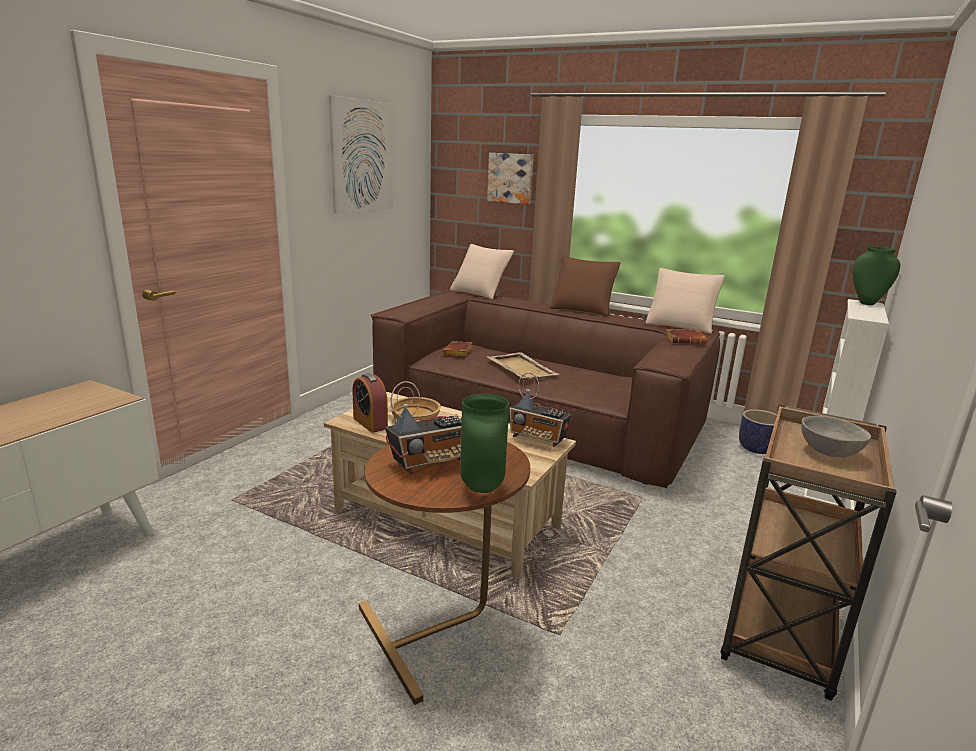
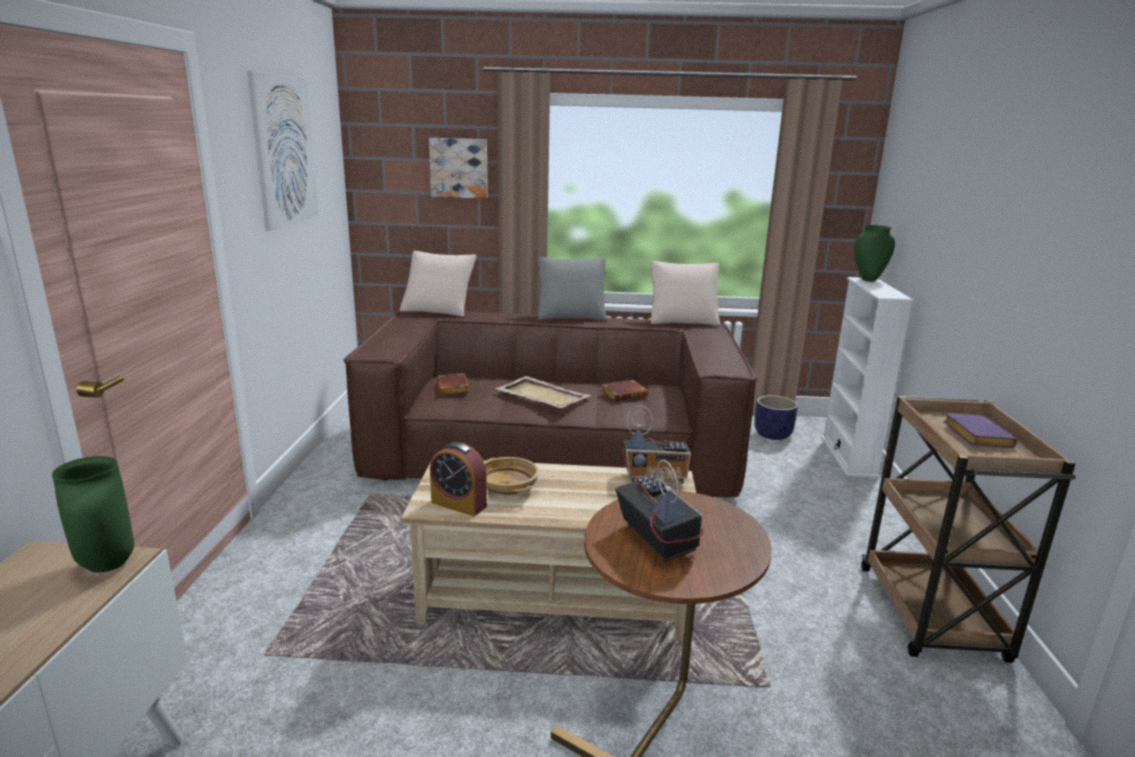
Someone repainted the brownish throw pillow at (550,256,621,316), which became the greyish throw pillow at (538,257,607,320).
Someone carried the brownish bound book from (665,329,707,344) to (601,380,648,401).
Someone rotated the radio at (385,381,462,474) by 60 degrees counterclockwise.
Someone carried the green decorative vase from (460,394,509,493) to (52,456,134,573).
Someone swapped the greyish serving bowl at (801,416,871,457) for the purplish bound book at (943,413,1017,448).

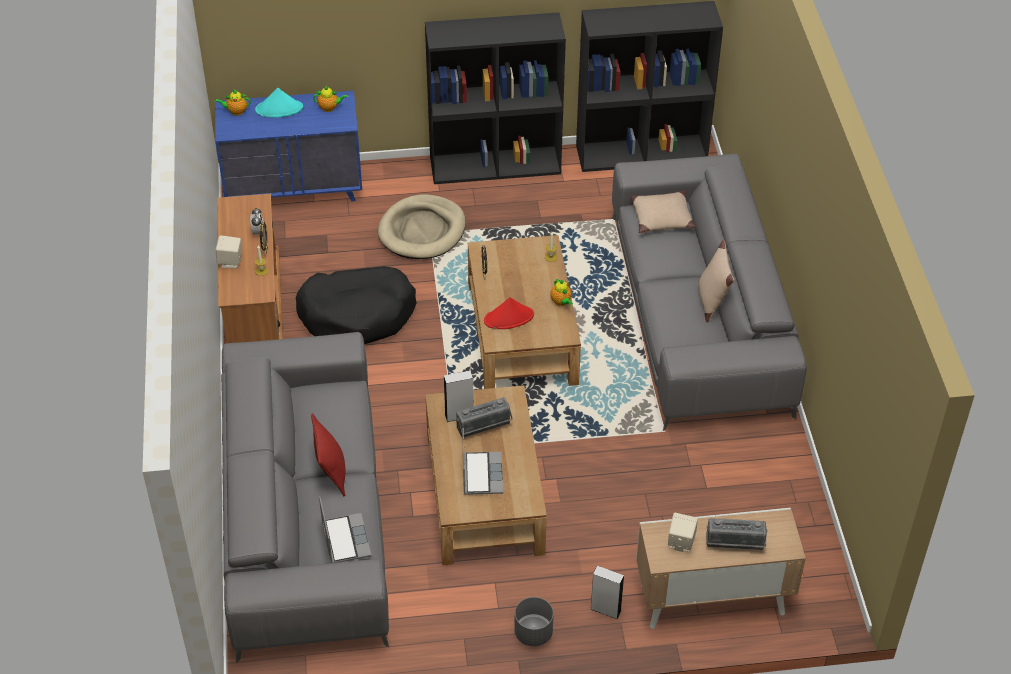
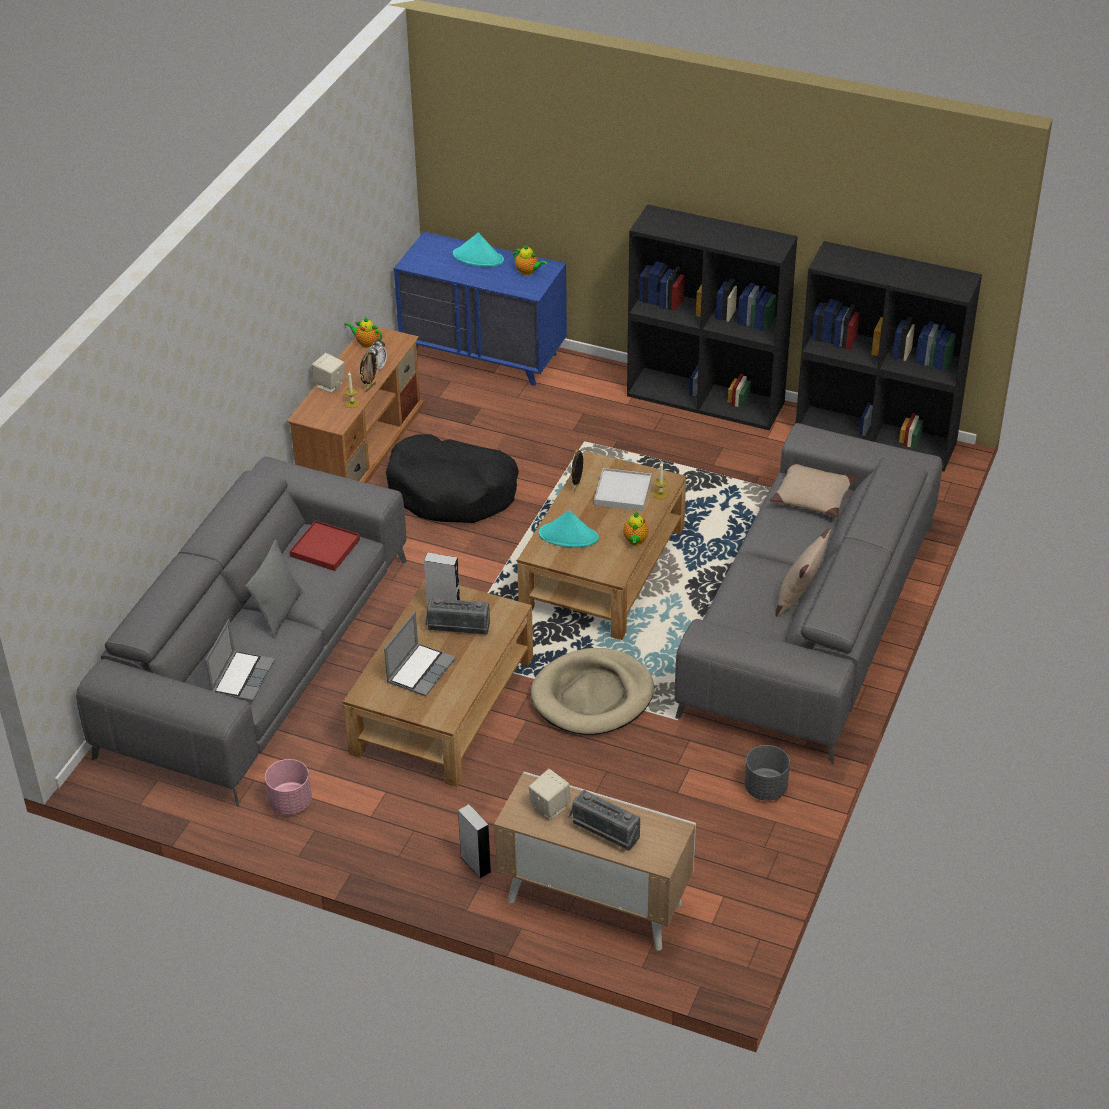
Someone carried the tea pot from (215,89,251,116) to (345,317,382,348).
Someone carried the beige dog cushion from (378,194,466,259) to (531,648,654,735).
Someone repainted the reddish hat at (484,297,534,329), which became the blue-green hat at (539,510,599,548).
Someone repainted the reddish throw pillow at (311,413,345,496), which became the greyish throw pillow at (245,540,303,639).
Someone carried the greyish planter from (514,597,554,647) to (744,745,790,801).
Someone put down the white carrying tray at (594,468,652,511).
Someone put down the reddish carrying tray at (290,520,360,571).
Someone put down the pink-coloured planter at (265,759,312,815).

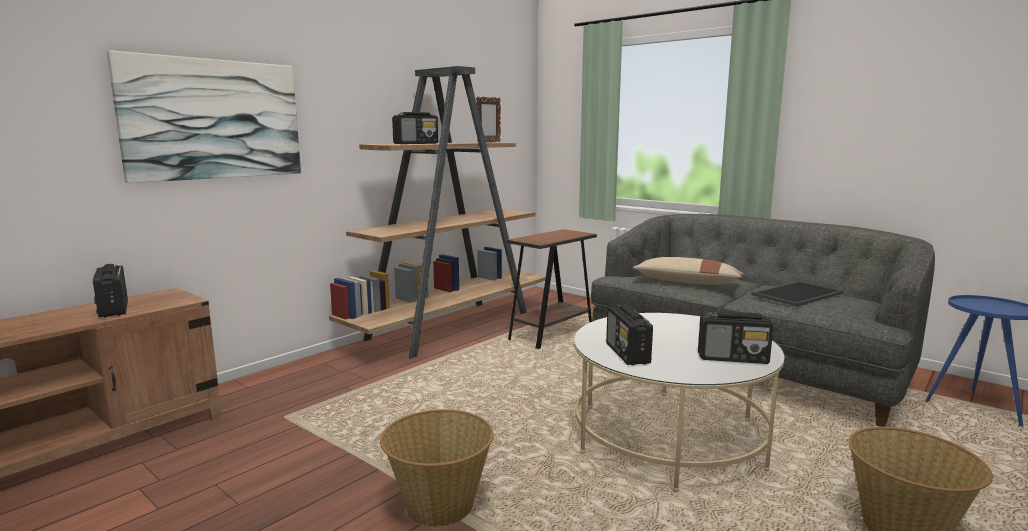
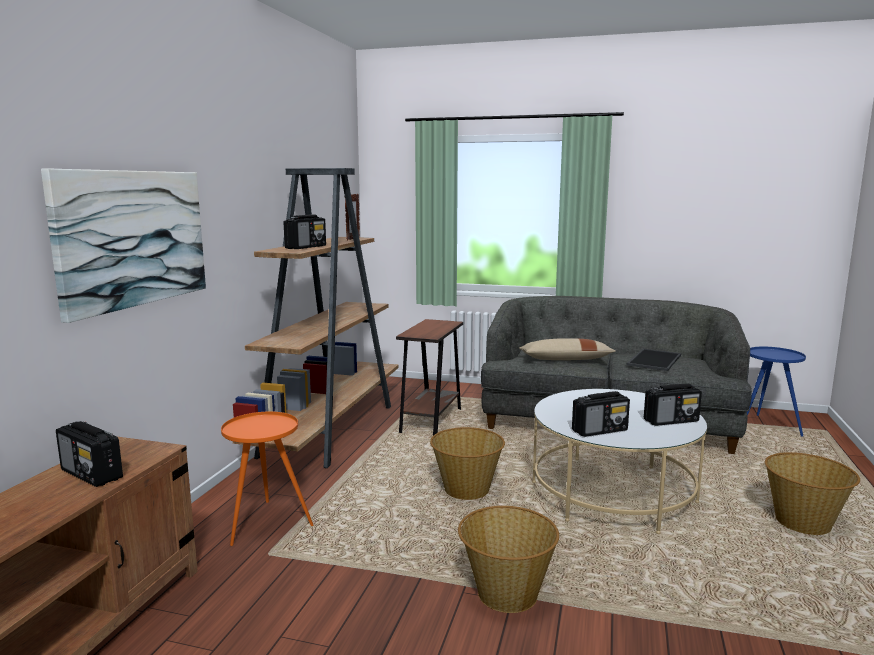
Someone rotated the radio at (606,304,653,365) by 75 degrees counterclockwise.
Someone put down the orange side table at (221,412,313,546).
Someone put down the household basket at (430,427,505,500).

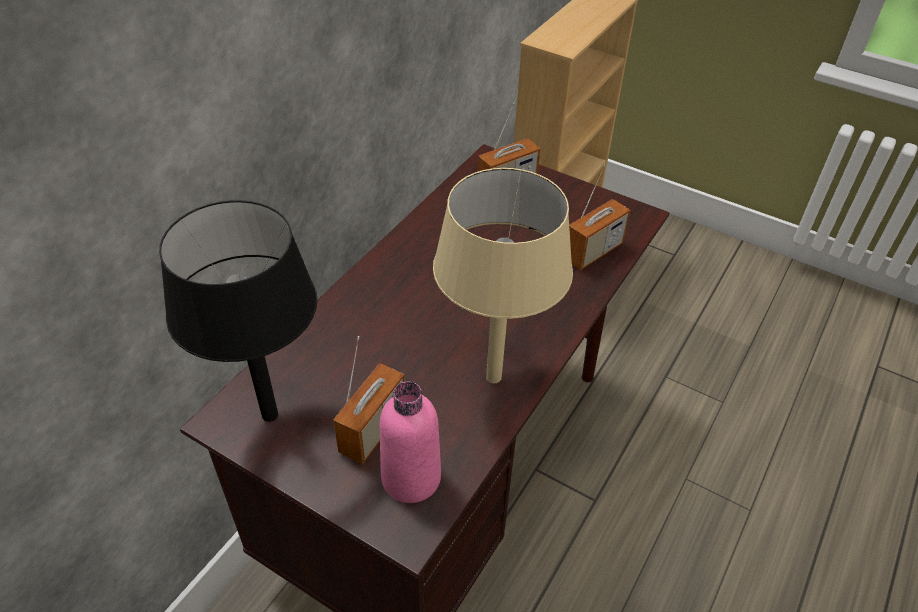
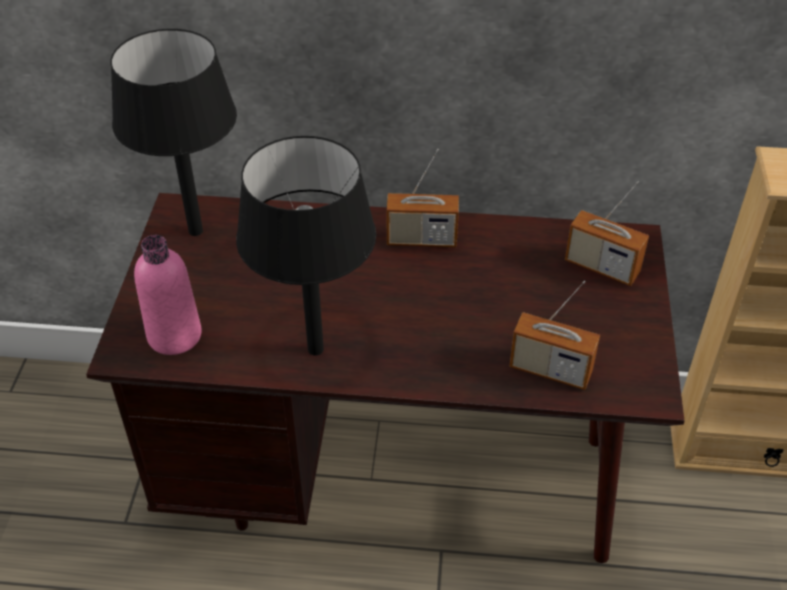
Someone repainted the beige lamp for a table at (433,168,573,383), which became the black-coloured lamp for a table at (236,136,376,356).
Someone carried the radio from (333,336,405,464) to (387,149,459,247).

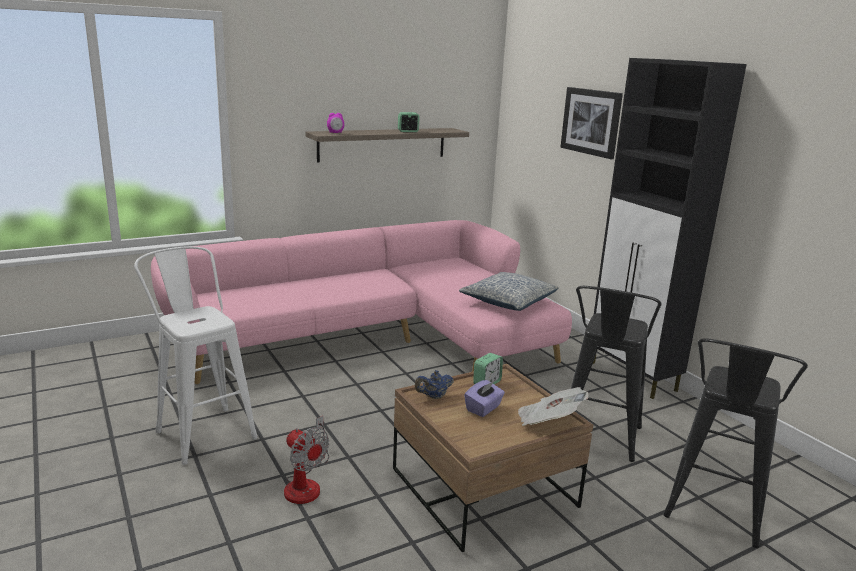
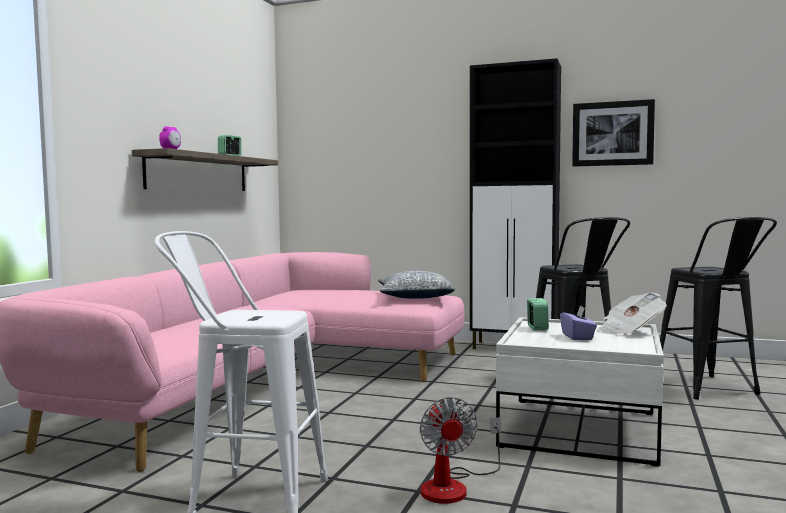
Someone carried the wall art from (560,87,623,159) to (572,99,655,167).
Someone repainted the brownish low table at (393,364,593,552), which became the white low table at (496,317,664,467).
Someone took away the blue tea pot at (415,370,454,399).
Someone rotated the cooling fan at (284,416,329,504) by 75 degrees clockwise.

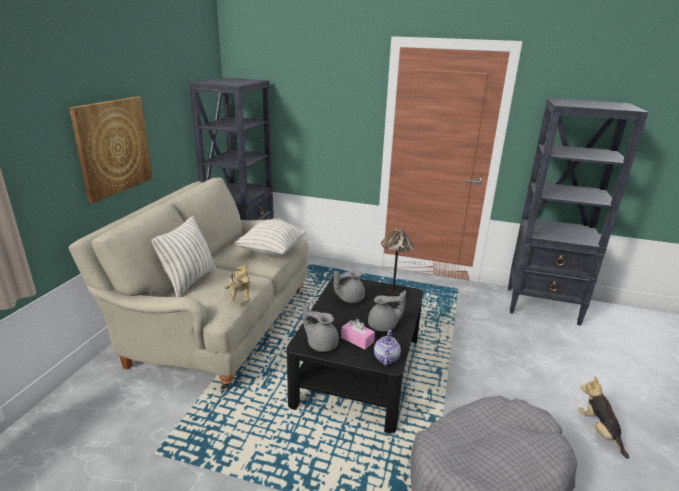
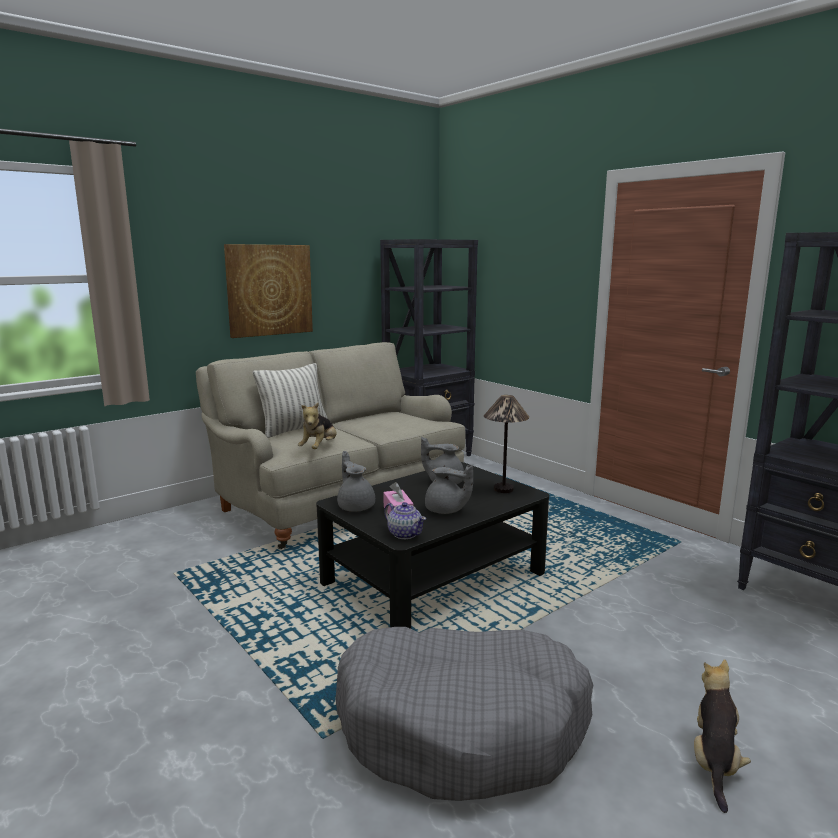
Someone took away the throw pillow at (234,220,306,256).
Someone rotated the tea pot at (374,330,401,366) by 90 degrees clockwise.

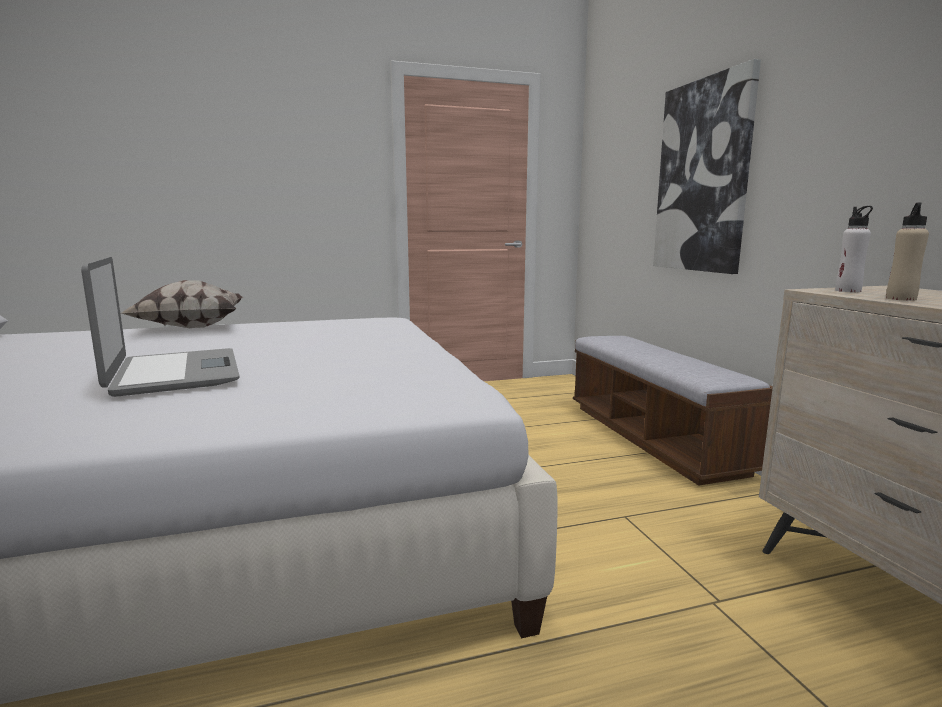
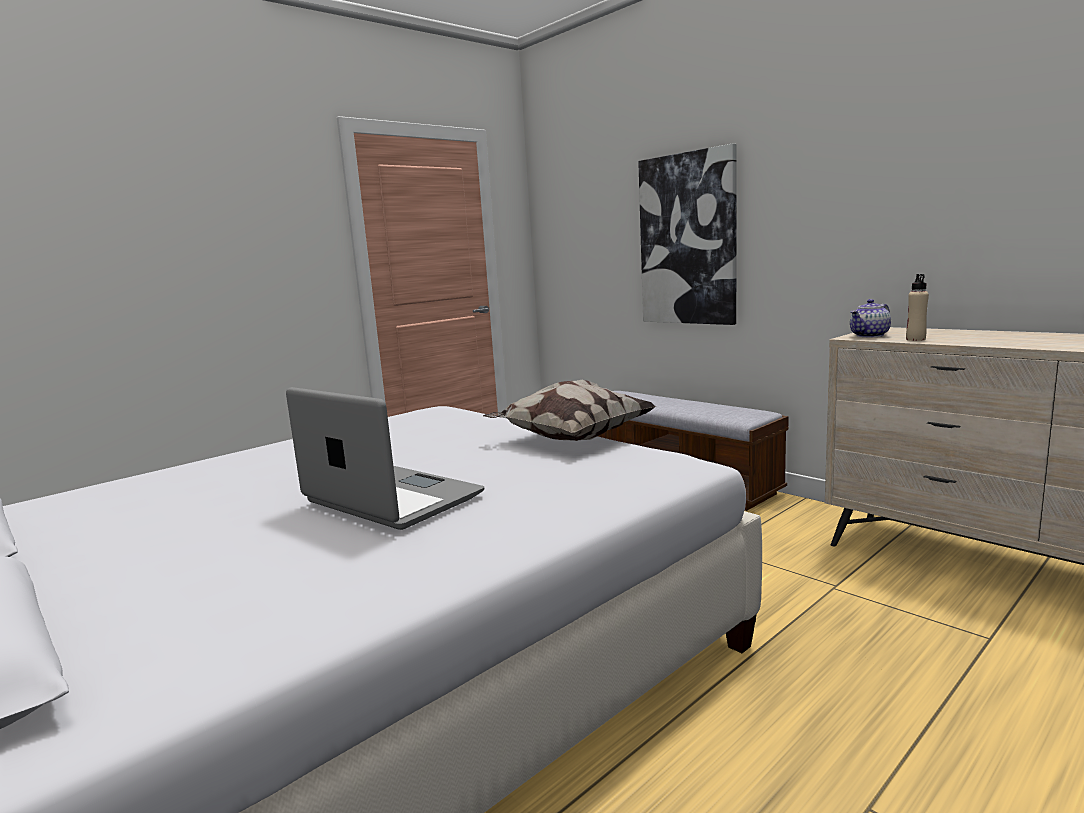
Someone swapped the white bottle at (835,206,873,292) for the tea pot at (850,299,891,337).
Someone carried the throw pillow from (121,280,243,328) to (483,380,656,441).

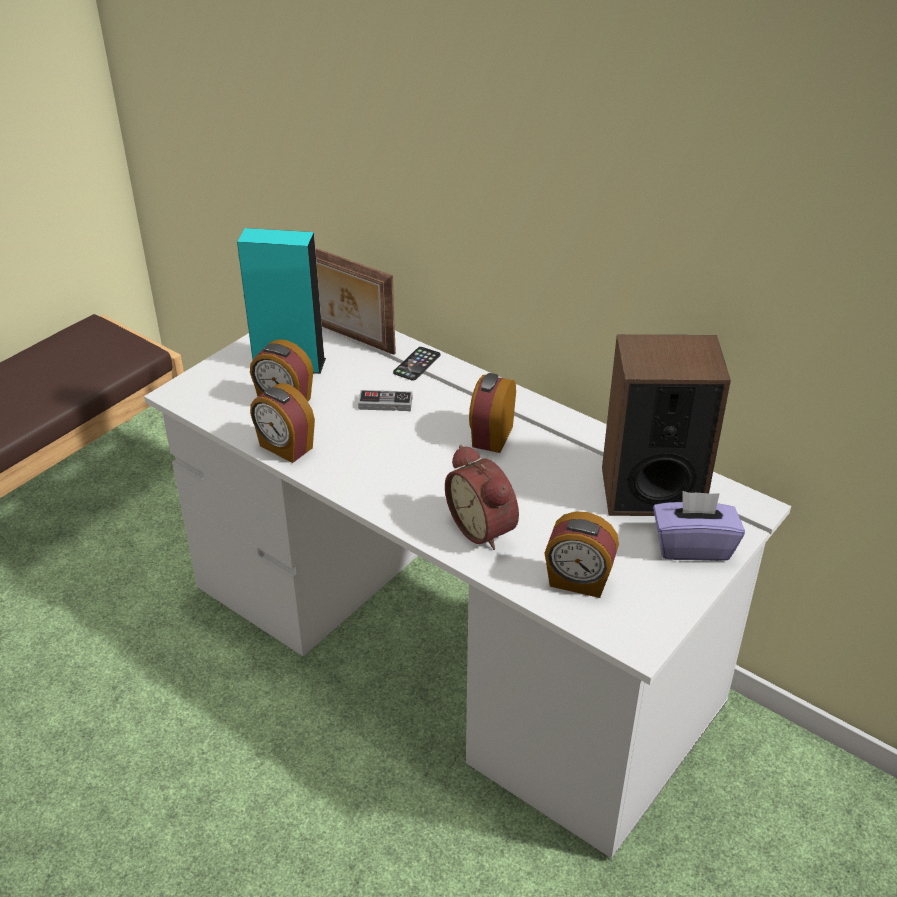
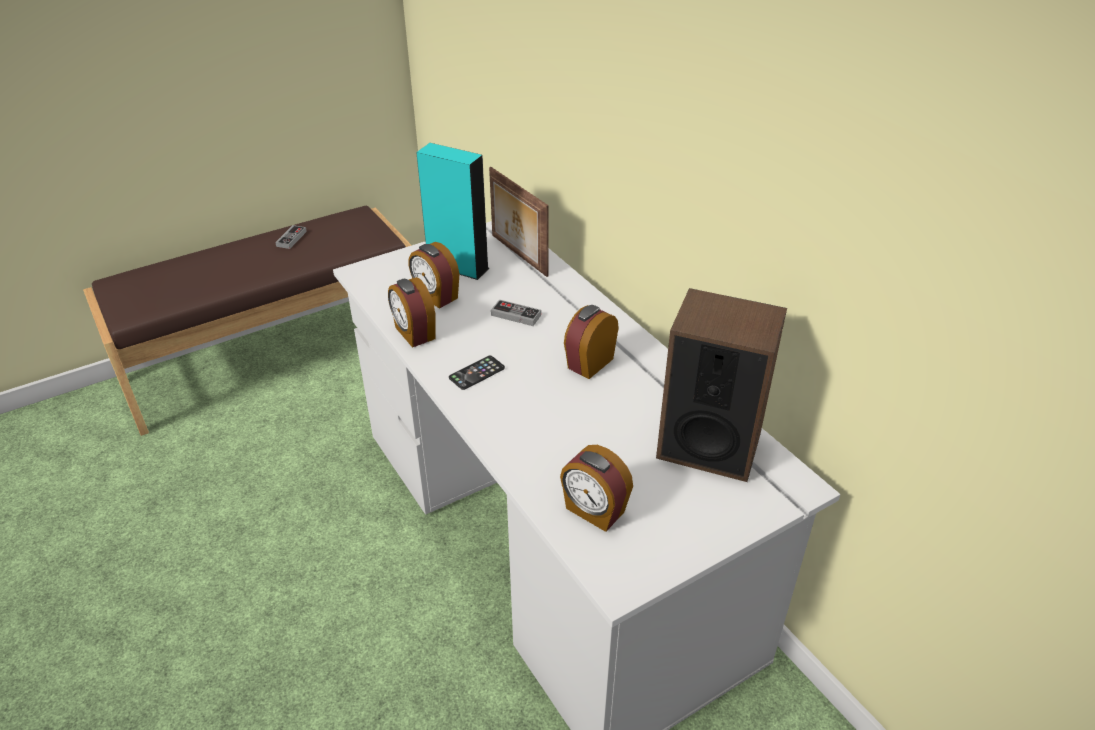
Someone carried the handset from (393,347,440,381) to (449,356,505,390).
Someone took away the table clock at (445,445,519,550).
Someone took away the purplish box of tissues at (653,491,745,561).
Someone put down the gamepad at (275,225,307,249).

